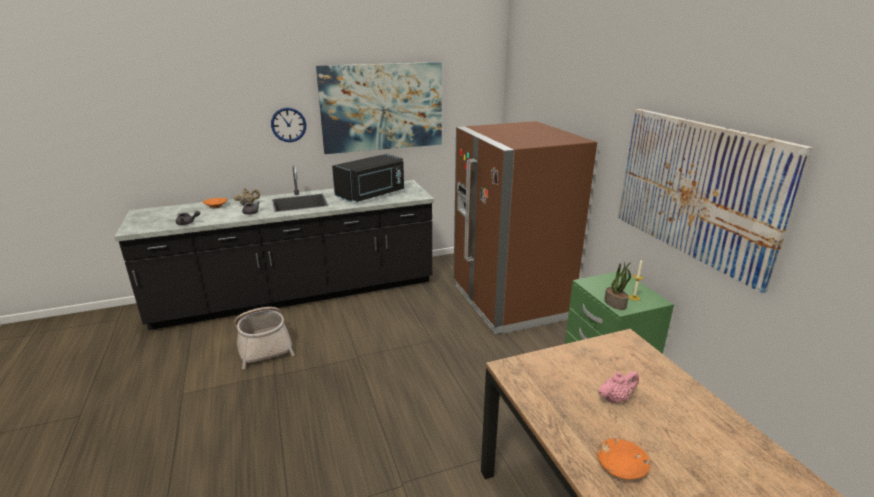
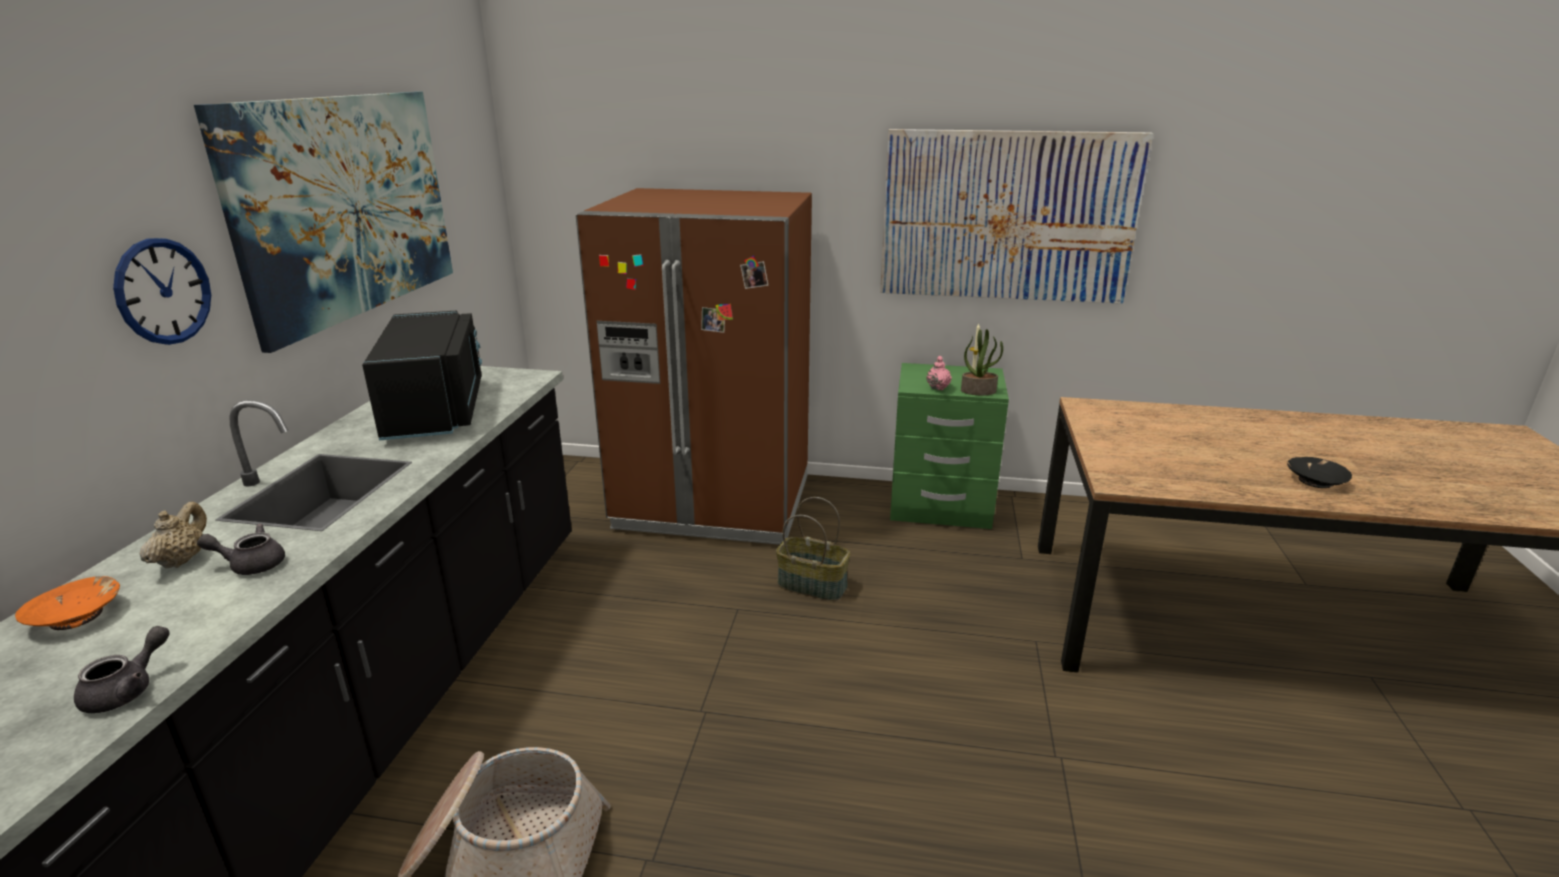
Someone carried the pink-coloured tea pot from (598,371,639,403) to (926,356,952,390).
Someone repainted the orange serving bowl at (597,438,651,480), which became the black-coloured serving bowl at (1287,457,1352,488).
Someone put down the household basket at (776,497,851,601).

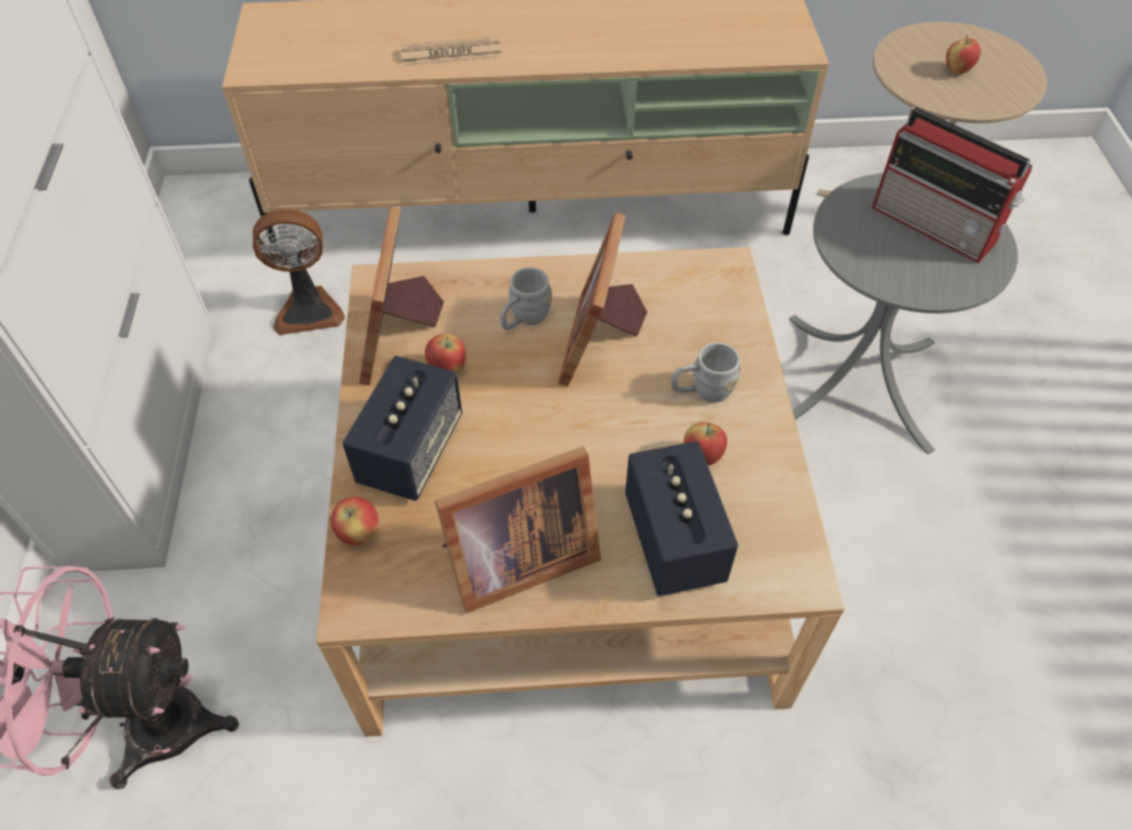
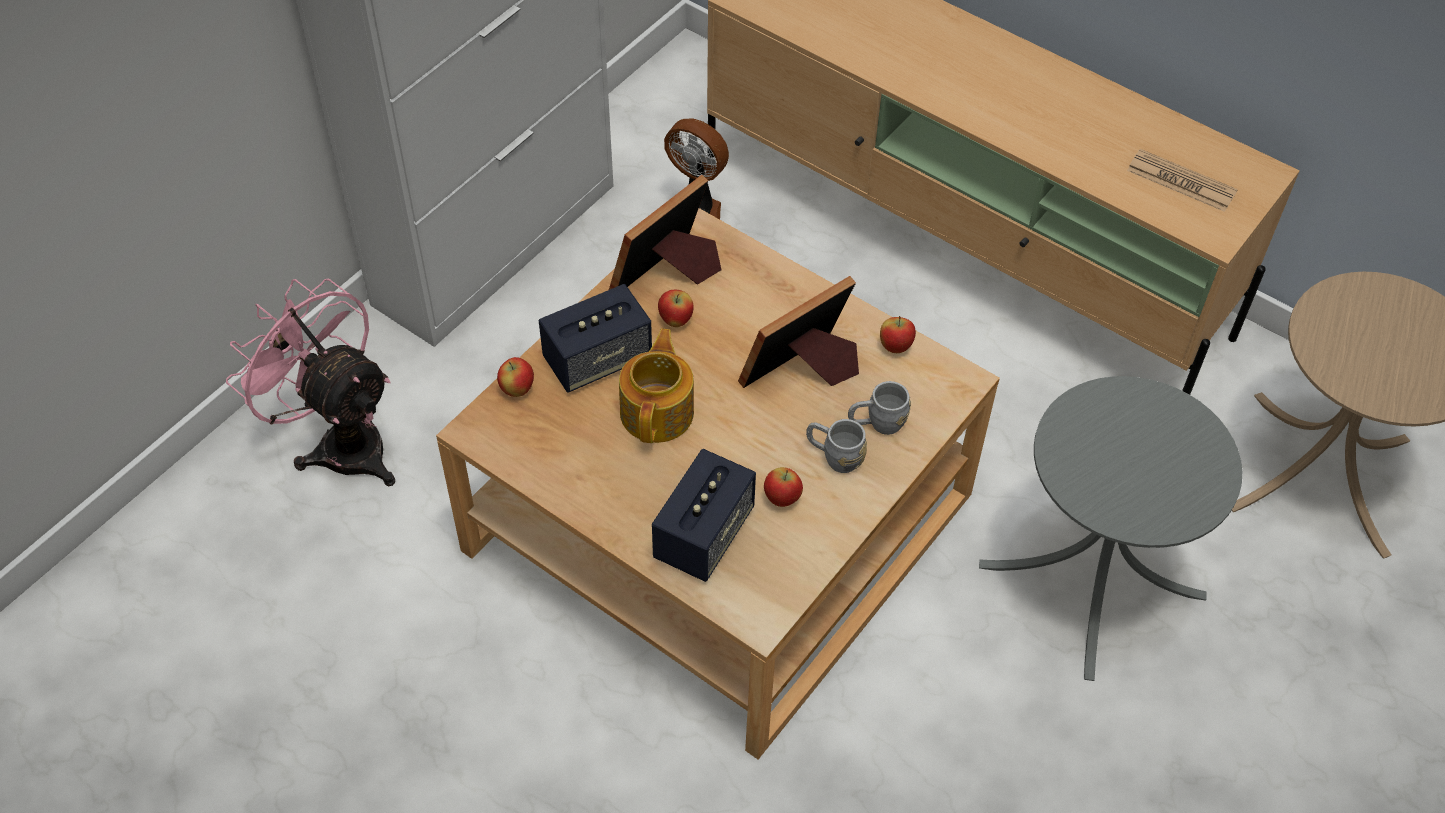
Someone carried the apple fruit from (946,35,981,74) to (880,316,916,353).
Someone carried the daily paper from (400,37,502,66) to (1127,149,1238,212).
Someone took away the radio at (872,107,1033,263).
Someone carried the greyish tea mug from (500,267,552,330) to (848,381,911,435).
Someone took away the photo frame at (435,446,601,613).
Someone put down the tea pot at (619,329,694,443).

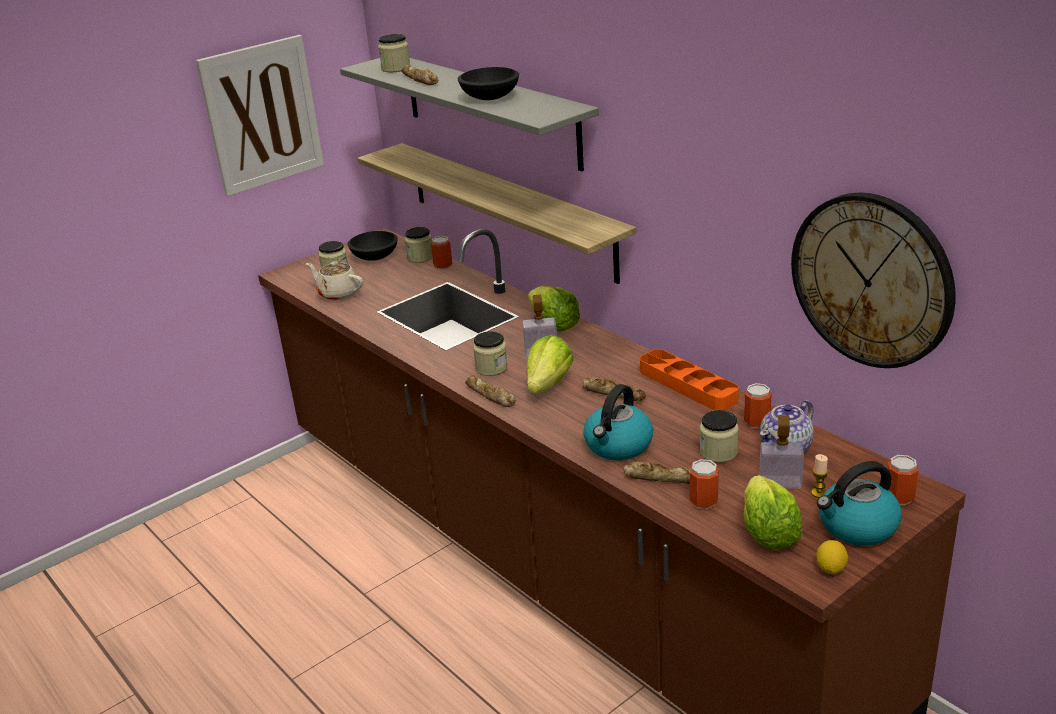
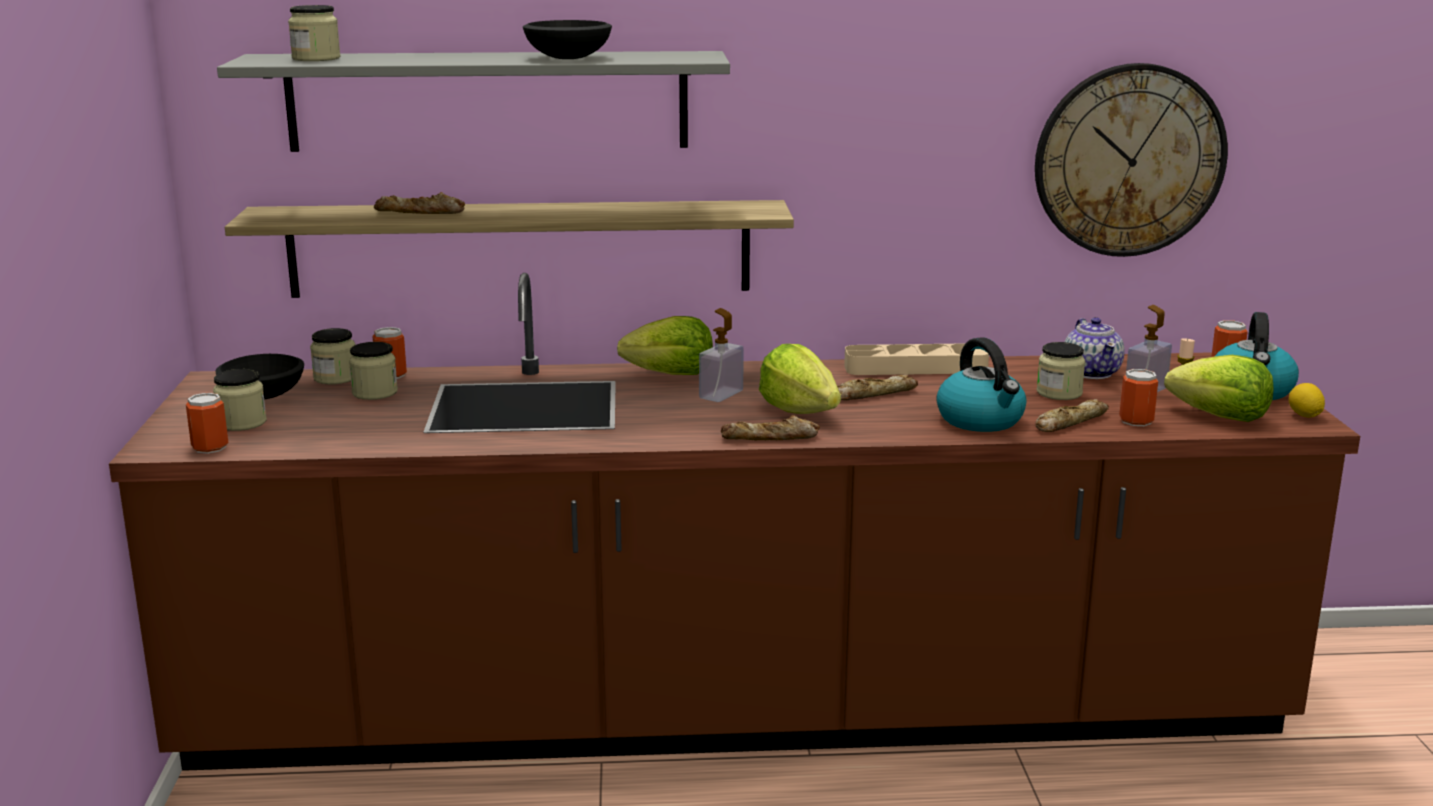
Someone took away the wall art at (196,35,324,196).
Someone carried the bread from (401,65,439,85) to (374,192,465,214).
Someone took away the beige tea pot at (306,262,363,300).
Someone carried the jar from (473,331,508,376) to (349,342,398,400).
Someone repainted the orange carrying tray at (640,349,739,411), which became the beige carrying tray at (844,343,989,375).
Someone carried the sealed can from (744,383,772,429) to (186,393,228,454).

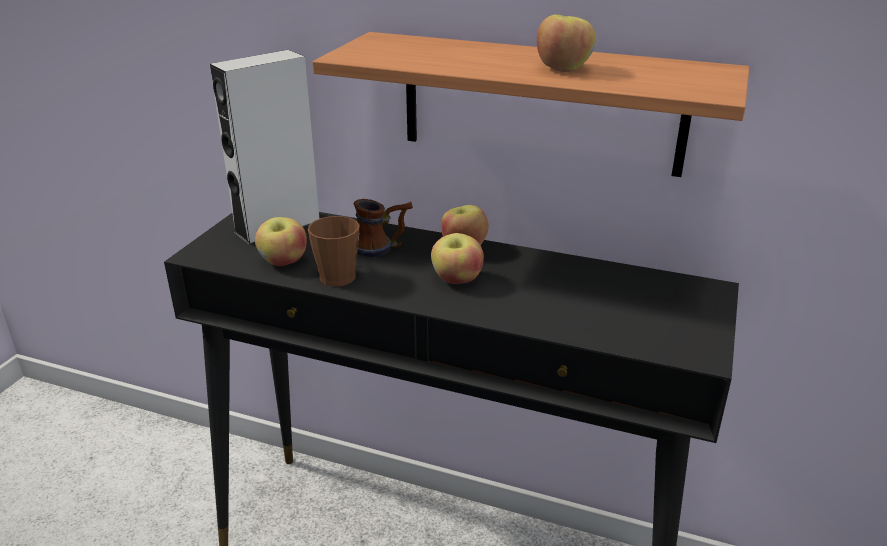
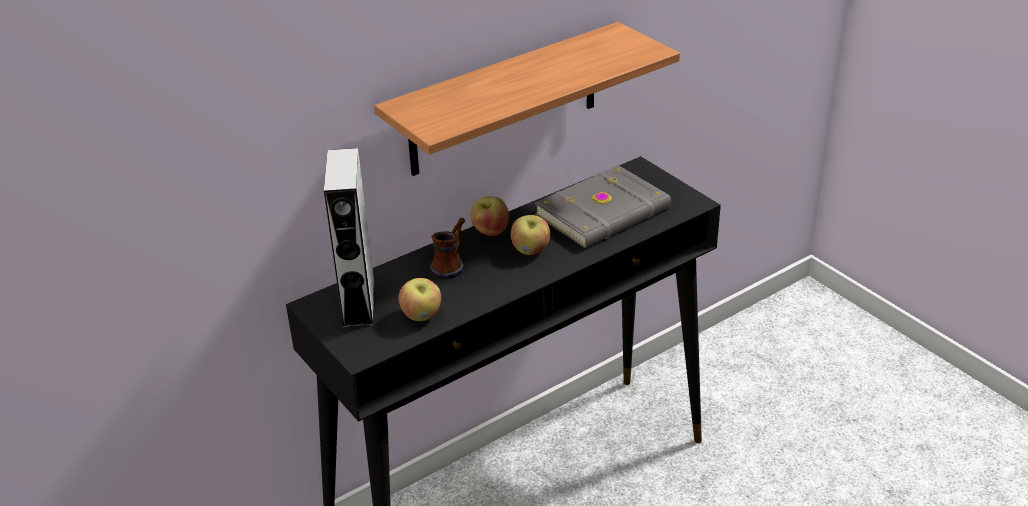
Someone took away the apple fruit at (537,14,596,72).
Someone took away the brownish tea mug at (308,216,359,286).
Someone put down the greyish bound book at (535,165,671,248).

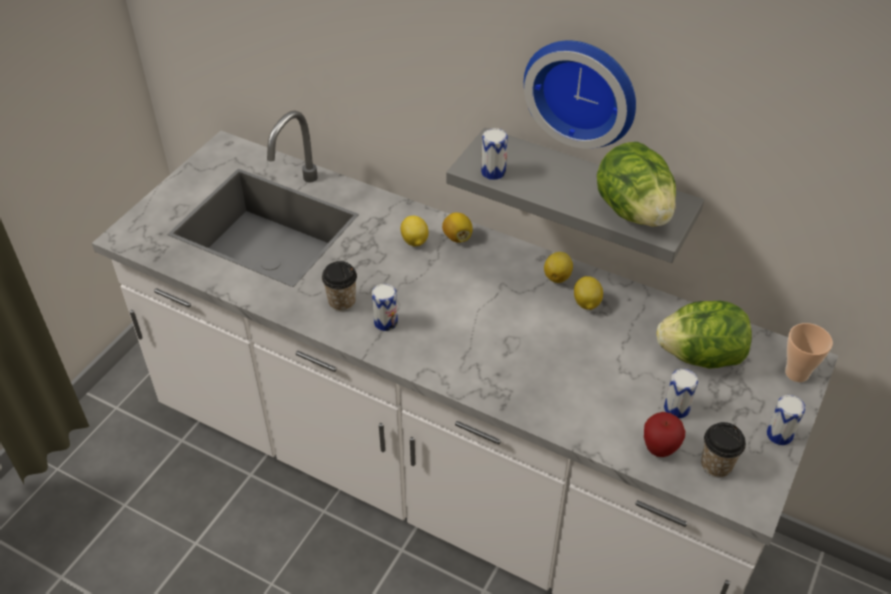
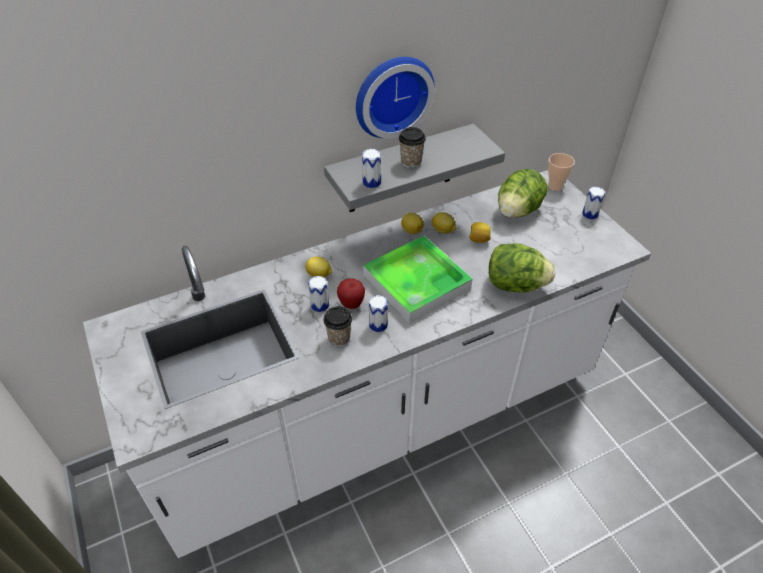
Someone carried the lettuce from (597,142,676,227) to (489,244,555,293).
Someone carried the whole lemon from (442,213,473,243) to (469,222,491,243).
Someone carried the sealed can from (664,369,698,418) to (308,276,329,312).
Someone carried the apple fruit from (644,412,685,457) to (337,278,365,309).
Someone carried the cup from (701,422,746,478) to (399,127,426,168).
Someone put down the carrying tray at (363,236,473,323).

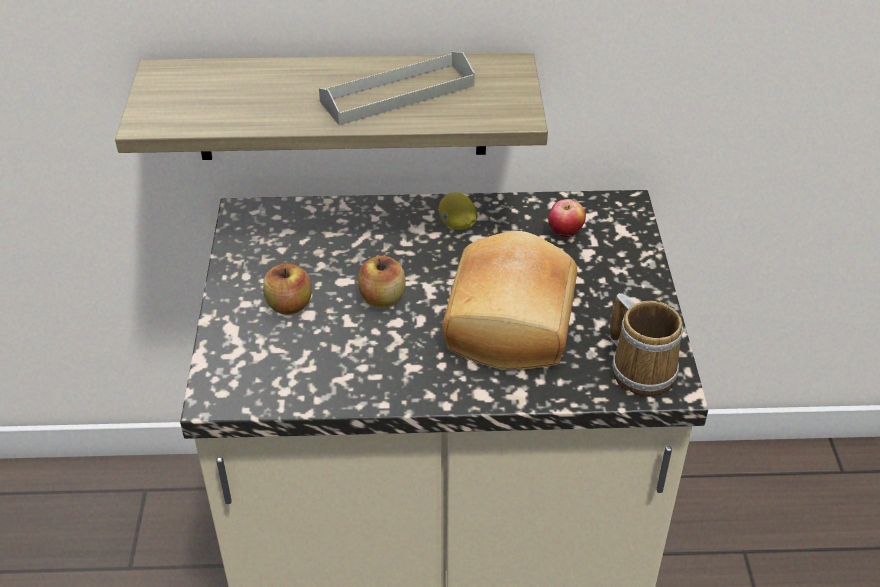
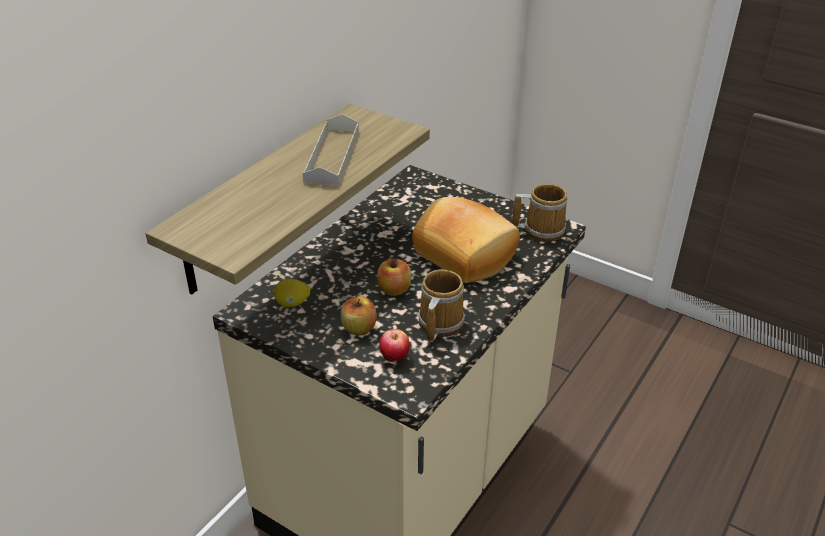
Someone carried the whole lemon from (439,192,477,230) to (272,279,311,307).
Someone carried the apple fruit from (548,199,586,237) to (380,329,409,362).
Someone put down the tea mug at (419,270,465,342).

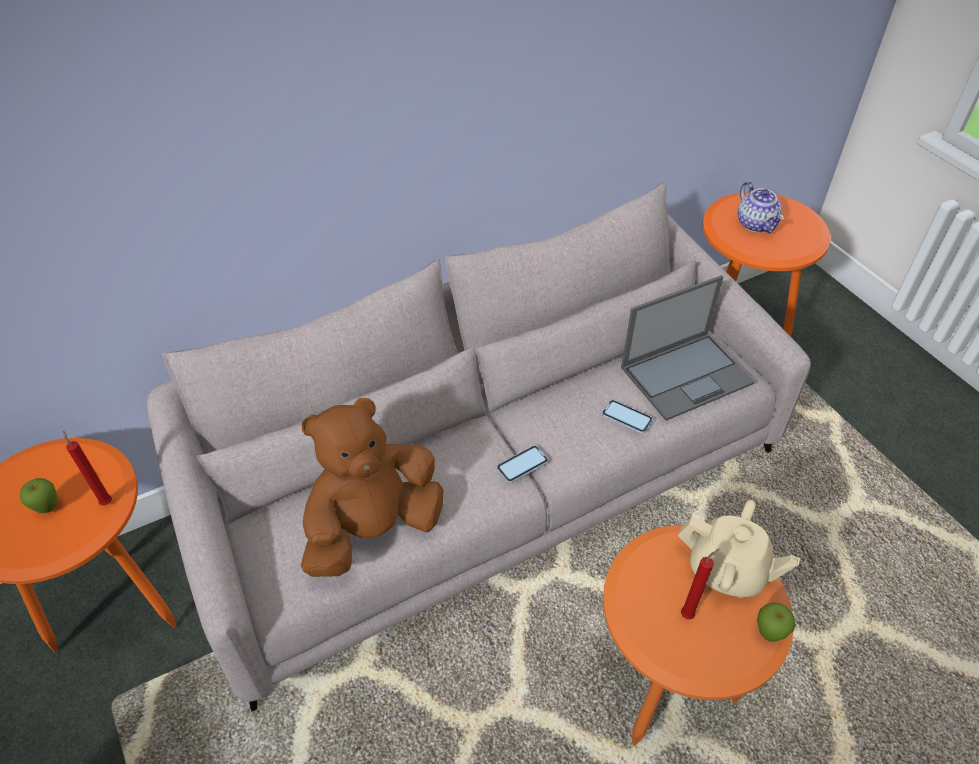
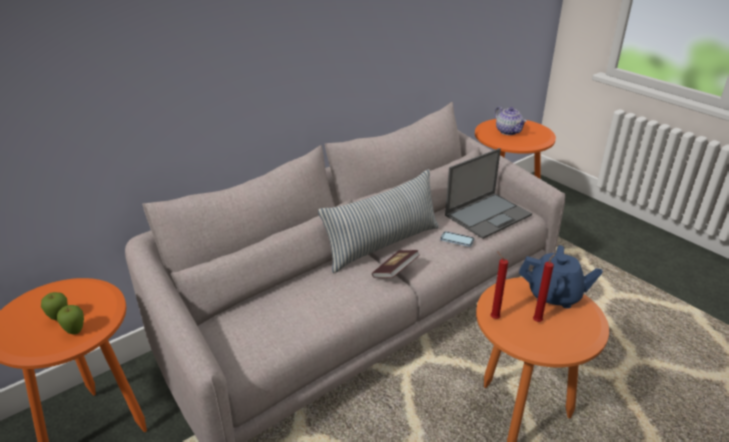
Someone took away the brownish cuddly toy at (301,398,444,577).
Someone carried the reddish wax light from (63,431,112,506) to (490,251,508,319).
Someone swapped the handset at (497,445,548,483) for the bound book at (372,250,420,278).
Someone repainted the beige tea pot at (678,500,800,598), which became the blue tea pot at (519,245,603,308).
Someone carried the apple fruit from (757,602,796,642) to (57,305,84,335).
Someone put down the throw pillow at (318,169,439,273).

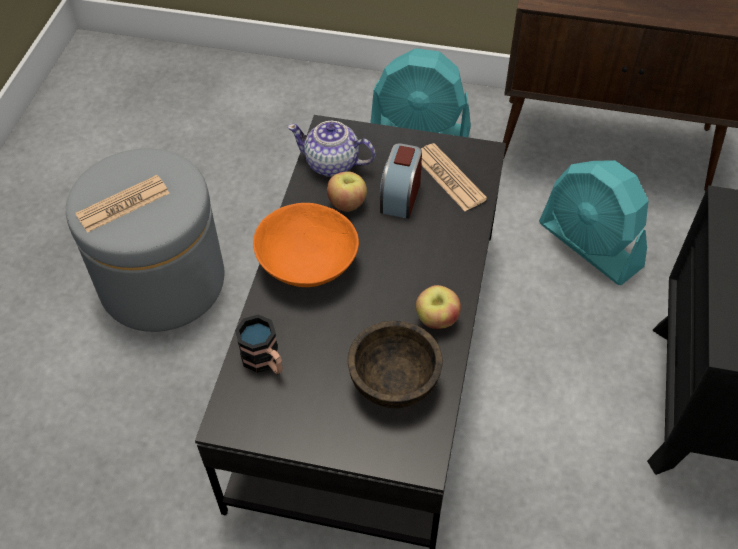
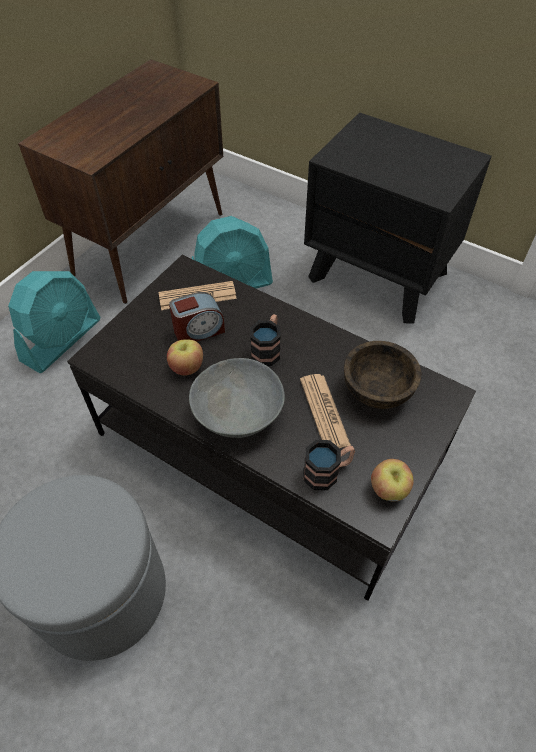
Someone took away the tea pot at (287,121,375,177).
Someone rotated the table clock at (379,143,422,219) by 60 degrees counterclockwise.
Someone carried the daily paper from (75,175,170,233) to (300,374,351,448).
Someone repainted the orange serving bowl at (253,203,359,287), which became the greyish serving bowl at (189,358,285,438).
Someone carried the apple fruit from (416,285,461,329) to (371,459,414,501).
Someone put down the tea mug at (250,314,281,366).

